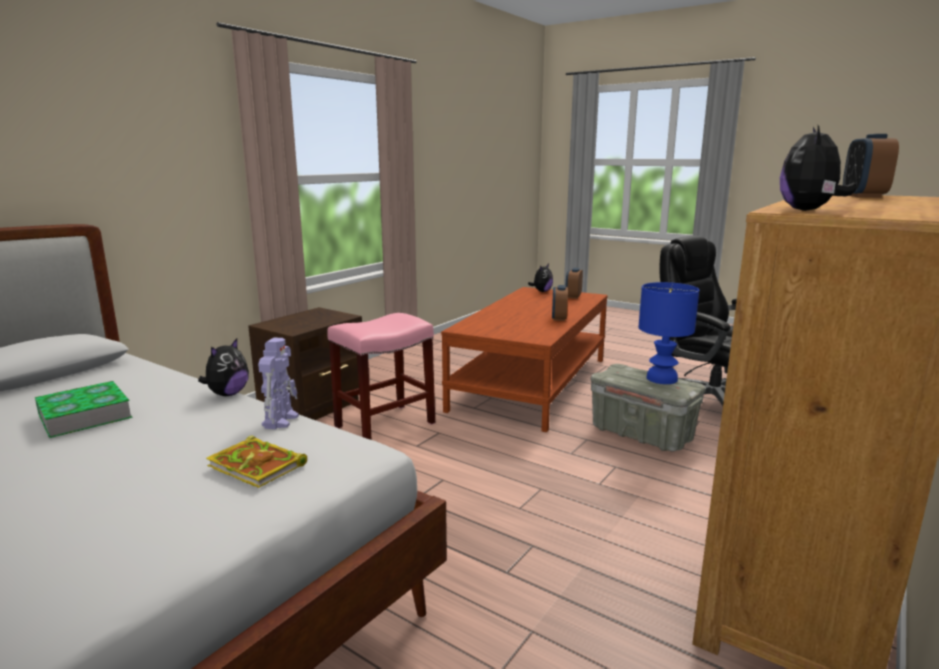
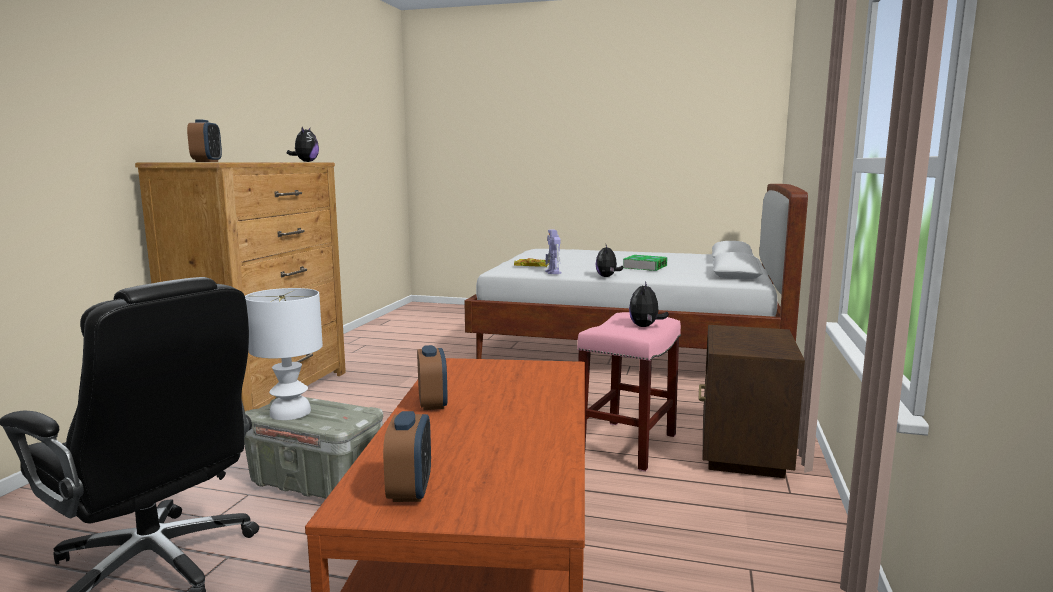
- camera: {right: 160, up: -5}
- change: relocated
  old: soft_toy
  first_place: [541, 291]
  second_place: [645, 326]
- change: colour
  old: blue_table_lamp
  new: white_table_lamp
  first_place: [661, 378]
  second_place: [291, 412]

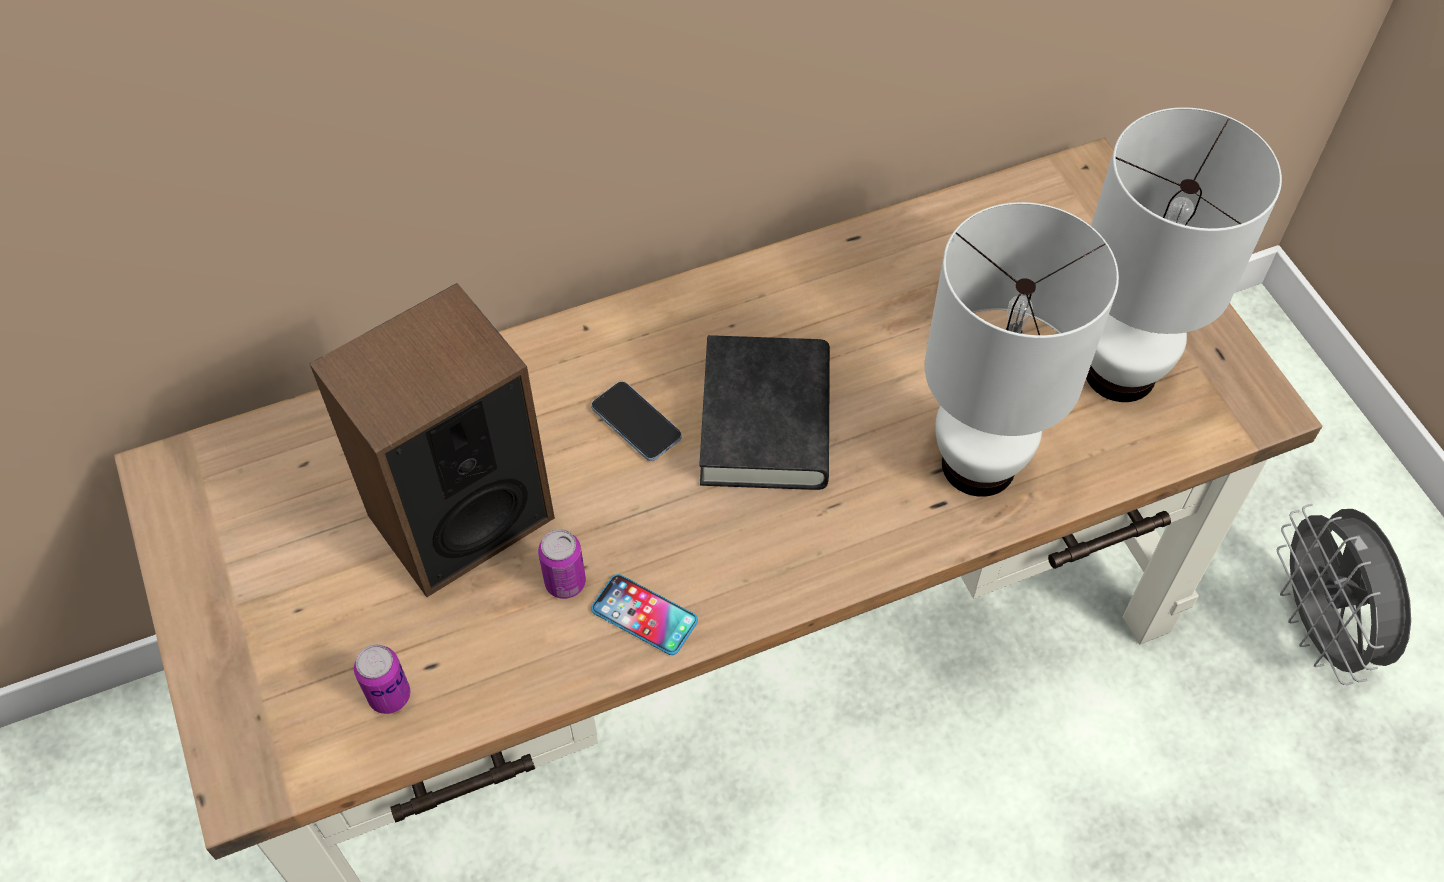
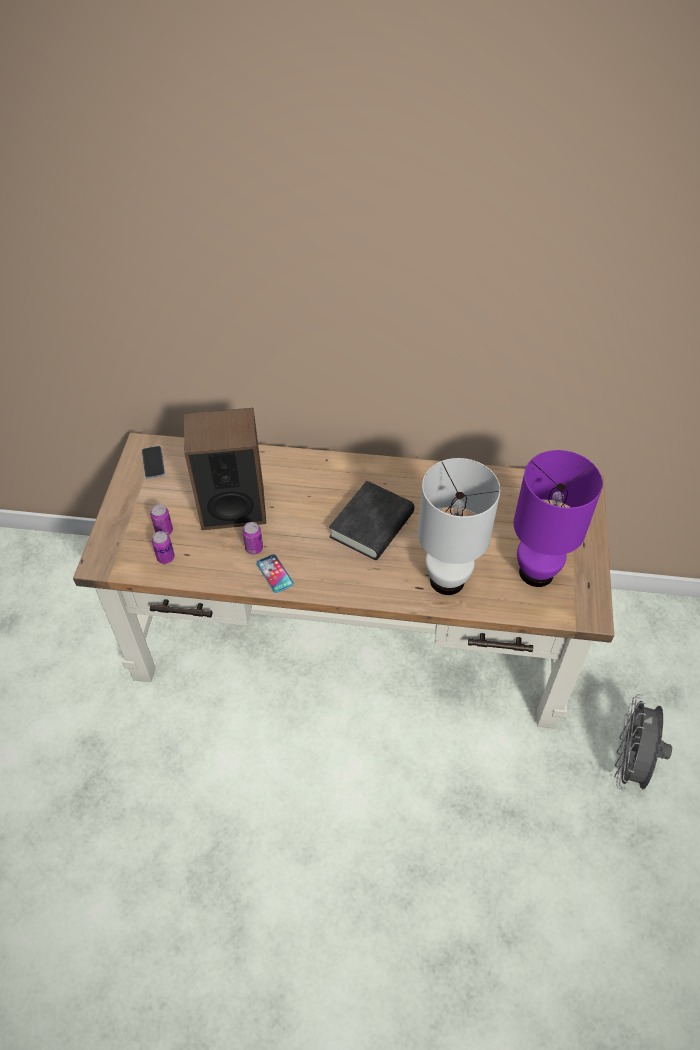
- camera: {right: 30, up: -5}
- change: relocated
  old: telephone
  first_place: [636, 423]
  second_place: [153, 463]
- change: colour
  old: white_table_lamp
  new: purplish_table_lamp
  first_place: [1119, 374]
  second_place: [535, 573]
- change: appeared
  new: sealed_can
  second_place: [164, 531]

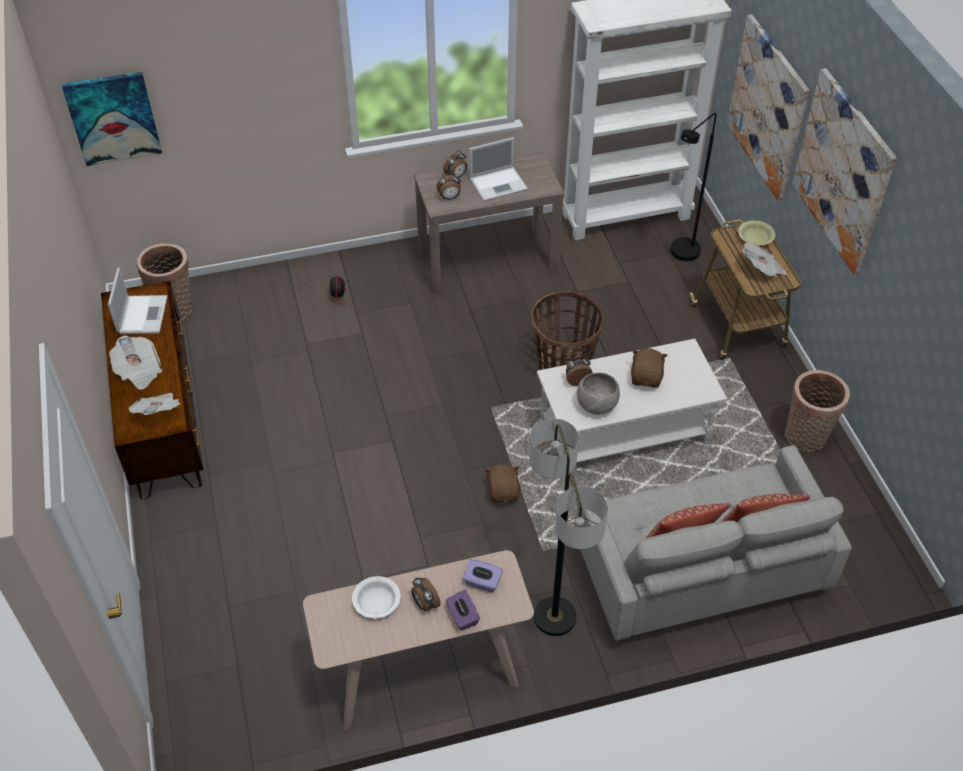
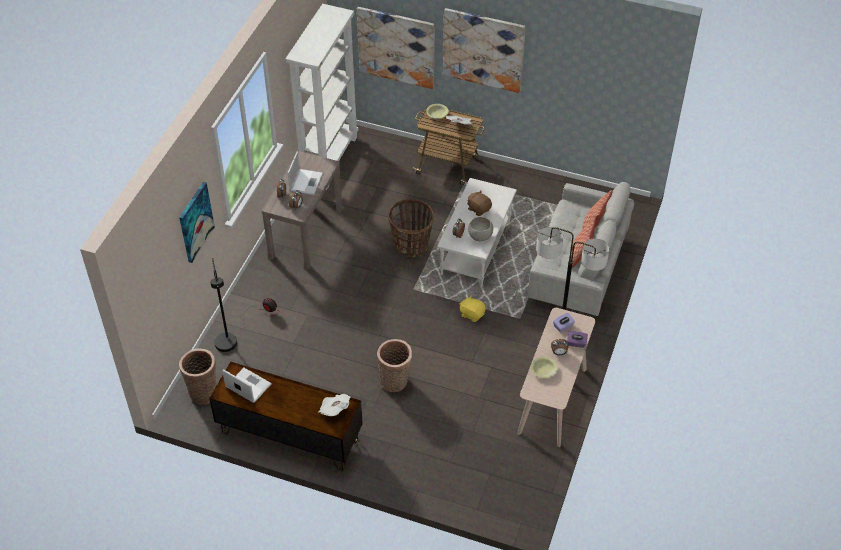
- camera: {right: -55, up: 0}
- change: relocated
  old: wall_art
  first_place: [113, 118]
  second_place: [195, 222]
- change: missing
  old: daily_paper
  first_place: [138, 371]
- change: colour
  old: white_bowl
  new: yellowish_bowl
  first_place: [376, 601]
  second_place: [543, 370]
- change: colour
  old: brown-coloured_soft_toy
  new: yellowish_soft_toy
  first_place: [503, 492]
  second_place: [472, 314]
- change: relocated
  old: black-coloured_floor_lamp
  first_place: [681, 256]
  second_place: [227, 348]
- change: relocated
  old: household_basket
  first_place: [806, 438]
  second_place: [395, 382]

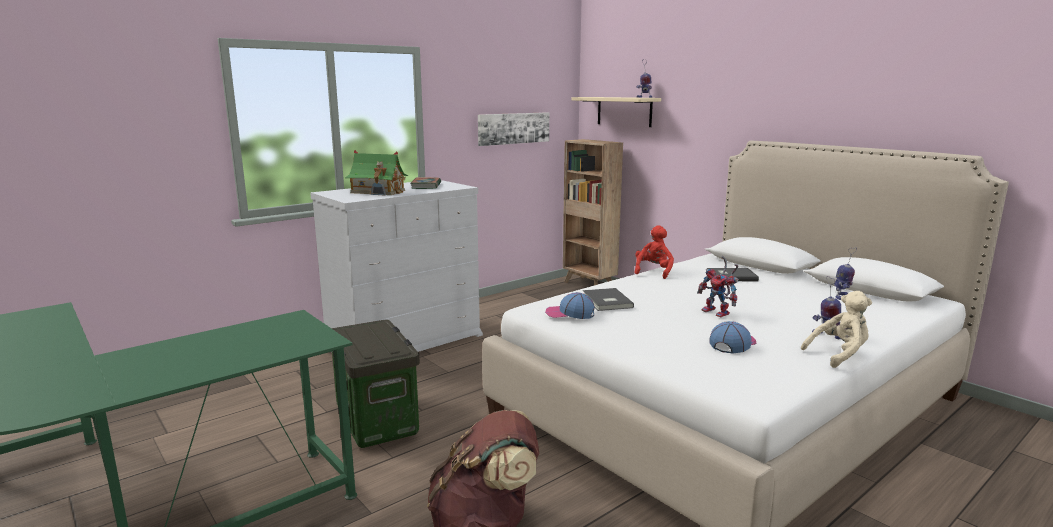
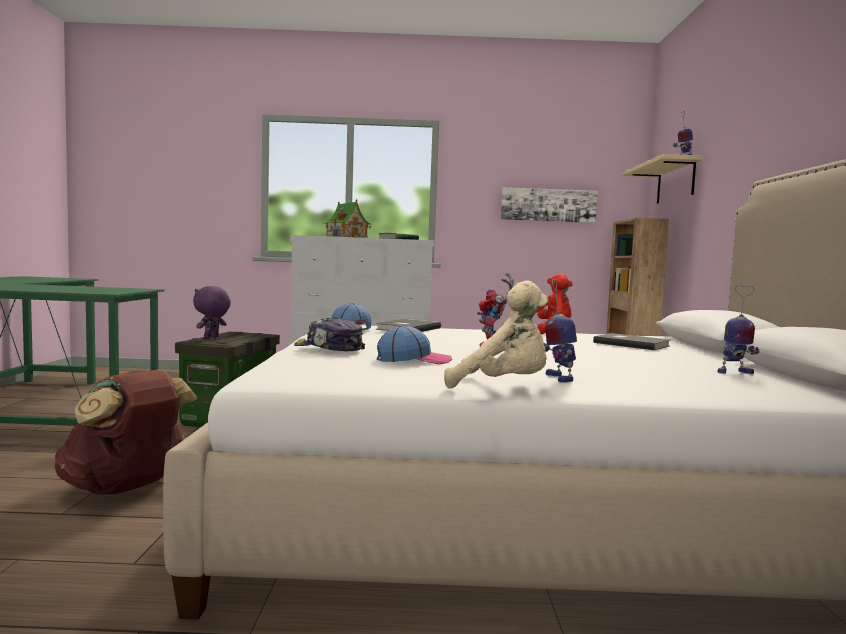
- camera: {right: 40, up: -10}
- change: appeared
  new: purplish_soft_toy
  second_place: [211, 337]
- change: appeared
  new: cap
  second_place: [329, 349]

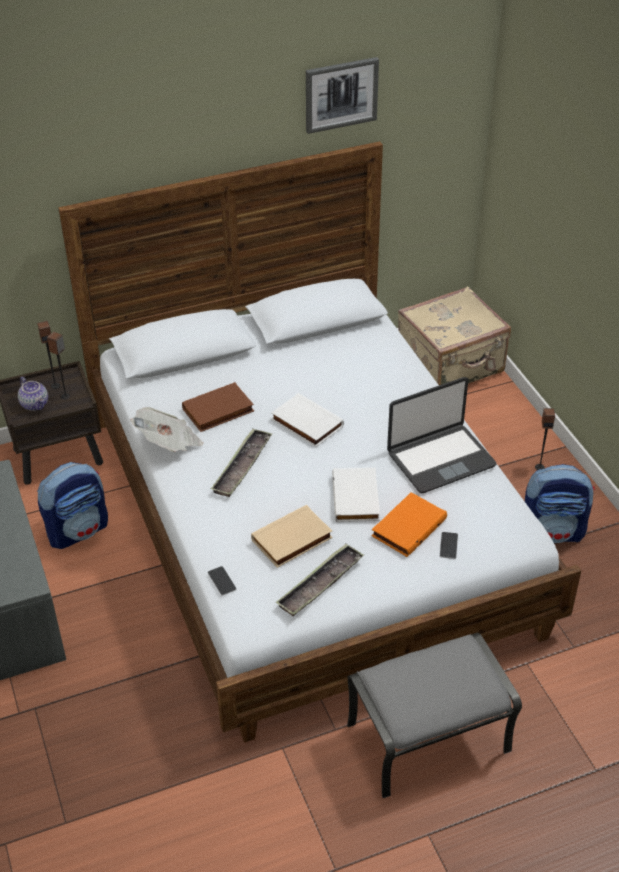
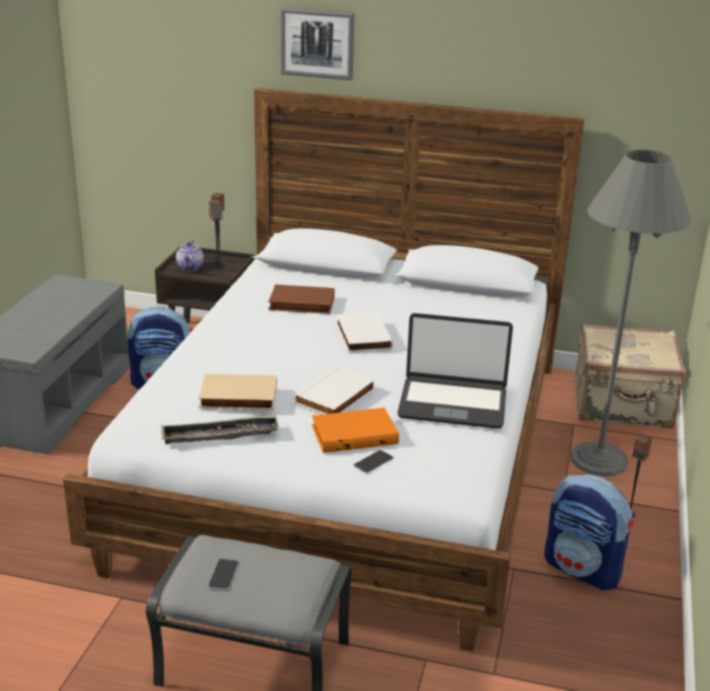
- camera: {right: 35, up: -15}
- change: missing
  old: daily_paper
  first_place: [169, 443]
- change: relocated
  old: telephone
  first_place: [222, 581]
  second_place: [223, 574]
- change: missing
  old: serving_tray
  first_place: [242, 466]
- change: relocated
  old: wall_art
  first_place: [341, 94]
  second_place: [317, 43]
- change: appeared
  new: greyish_floor_lamp
  second_place: [599, 460]

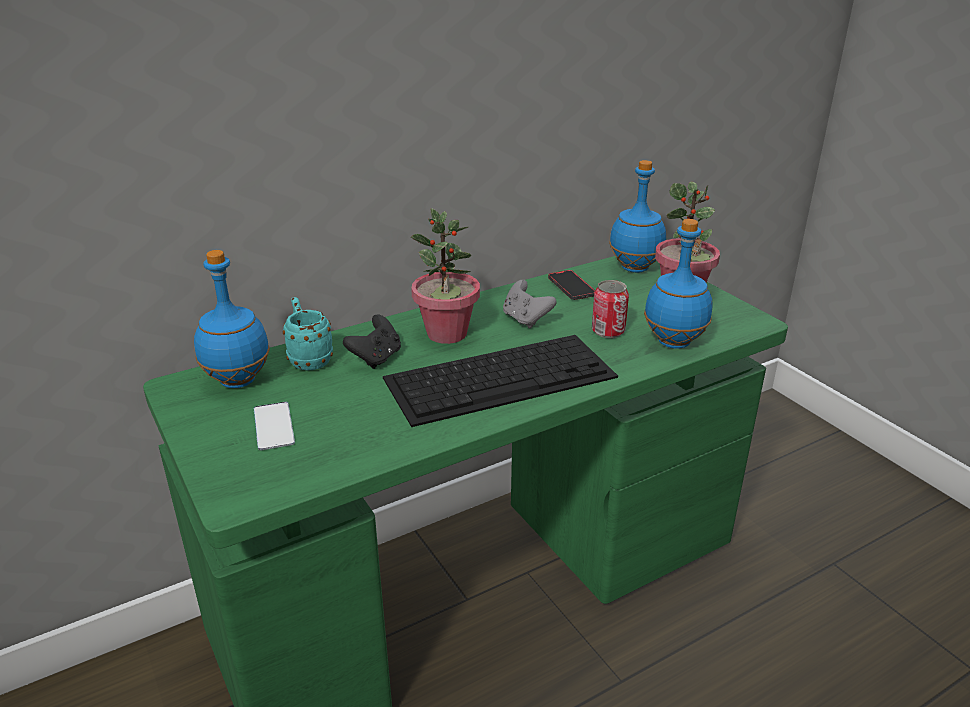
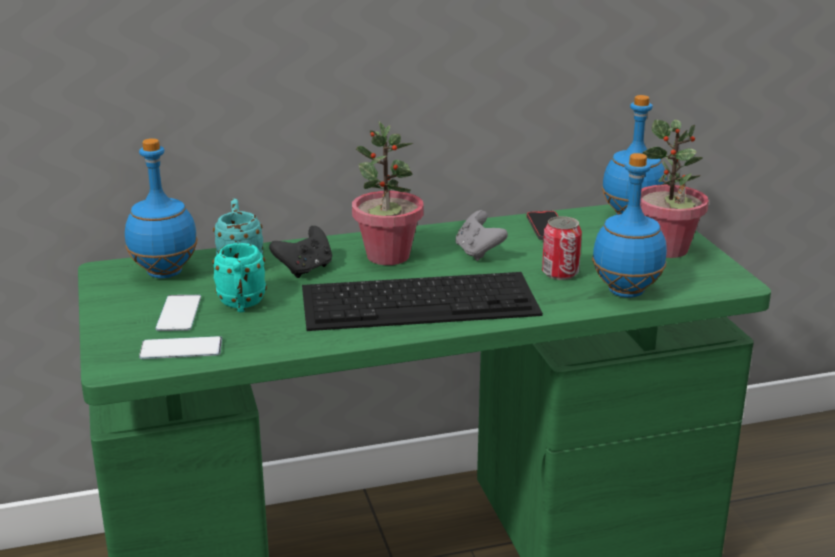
- camera: {right: 15, up: -5}
- change: appeared
  new: telephone
  second_place: [181, 349]
- change: appeared
  new: blue-green_coffee_mug
  second_place: [241, 305]

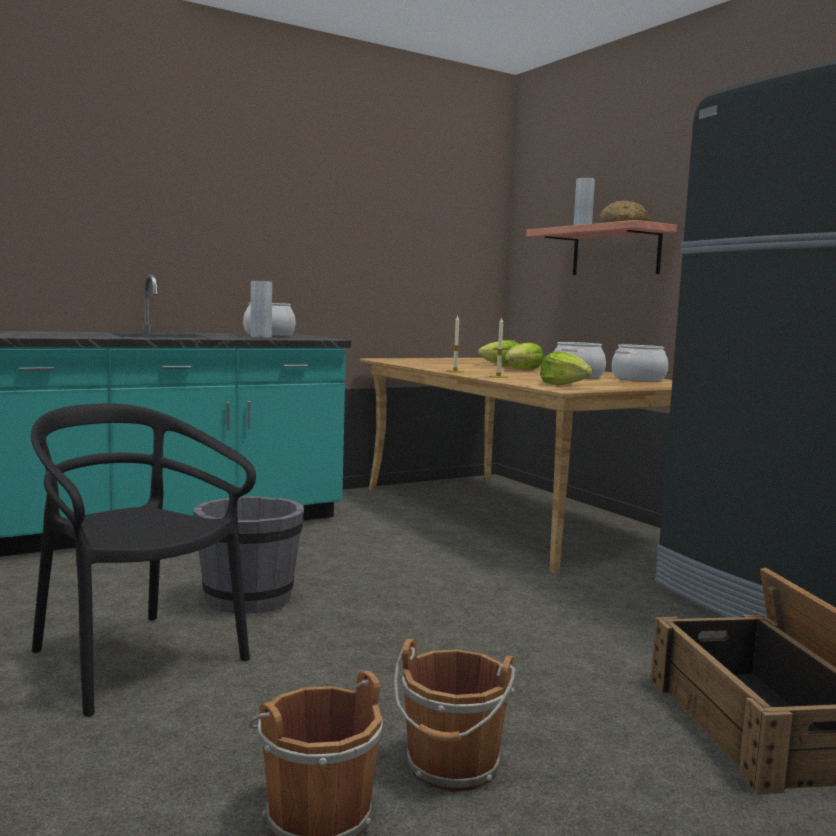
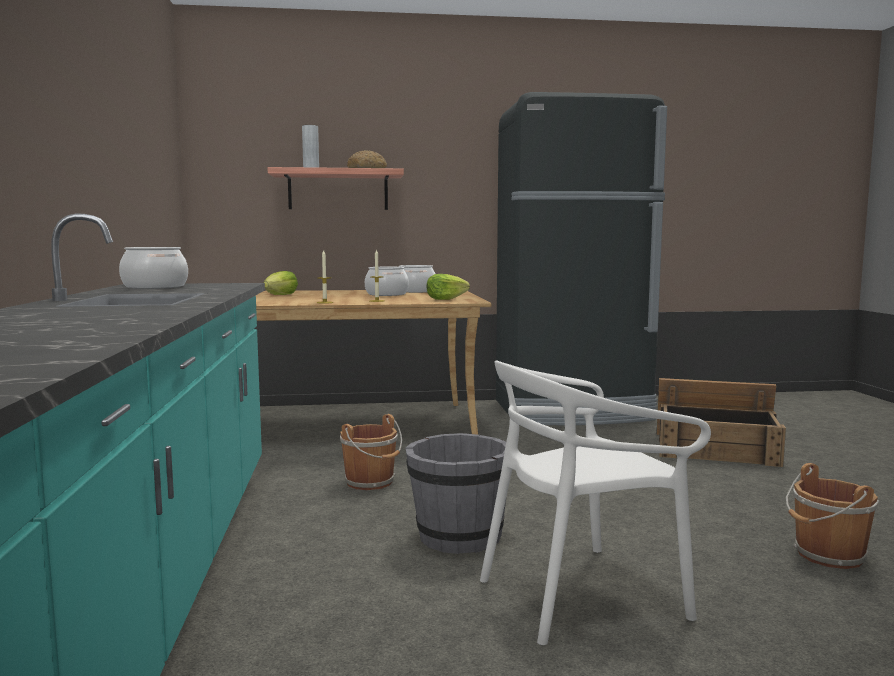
- camera: {right: -65, up: 0}
- change: colour
  old: black-coloured_upright_chair
  new: white_upright_chair
  first_place: [135, 660]
  second_place: [581, 595]
- change: missing
  old: greyish_decorative_vase
  first_place: [261, 337]
- change: relocated
  old: brown-coloured_pail
  first_place: [452, 768]
  second_place: [371, 482]
- change: missing
  old: lettuce_head
  first_place: [523, 369]

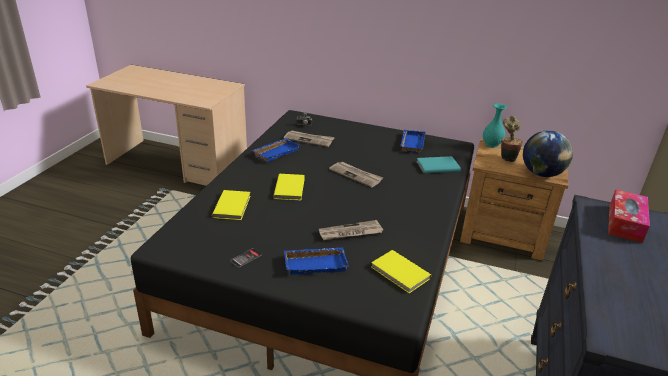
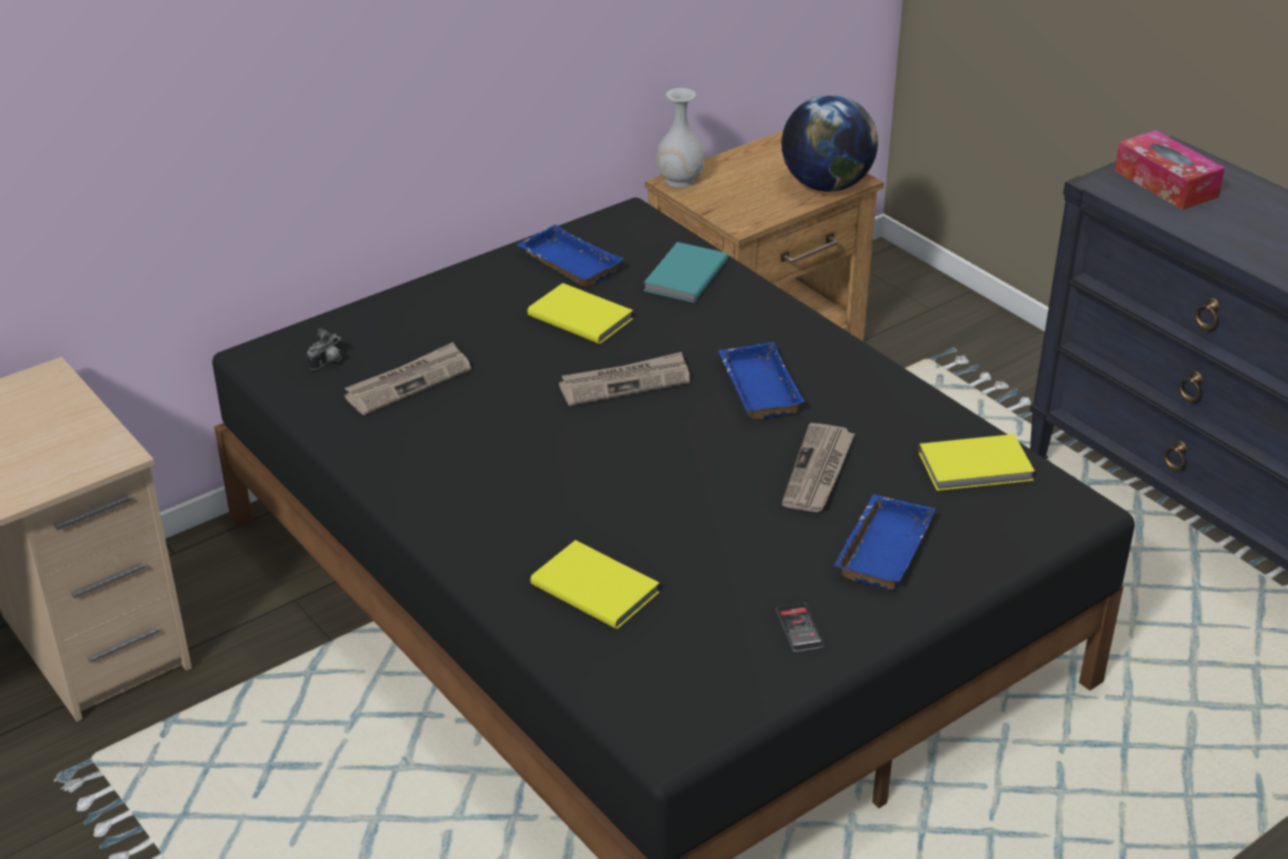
- camera: {right: -55, up: 5}
- change: relocated
  old: blue_serving_tray
  first_place: [276, 152]
  second_place: [756, 388]
- change: relocated
  old: yellowish_volume
  first_place: [290, 188]
  second_place: [580, 316]
- change: colour
  old: blue-green_decorative_vase
  new: white_decorative_vase
  first_place: [491, 144]
  second_place: [679, 180]
- change: missing
  old: plant_in_a_pot
  first_place: [507, 158]

